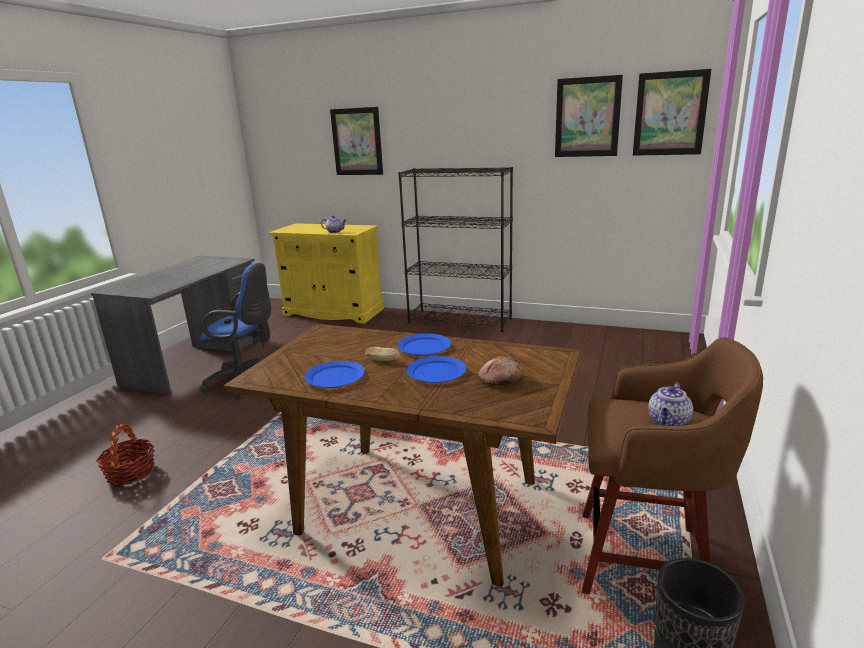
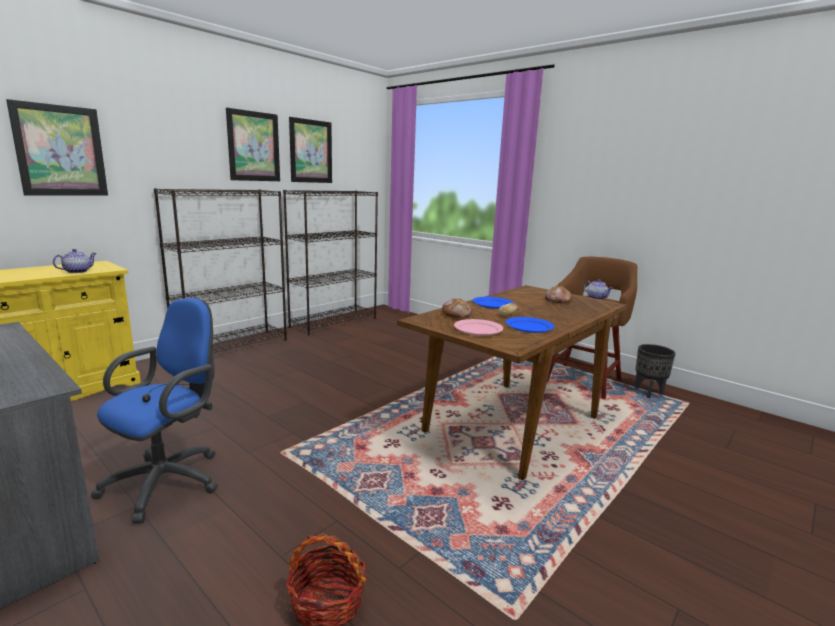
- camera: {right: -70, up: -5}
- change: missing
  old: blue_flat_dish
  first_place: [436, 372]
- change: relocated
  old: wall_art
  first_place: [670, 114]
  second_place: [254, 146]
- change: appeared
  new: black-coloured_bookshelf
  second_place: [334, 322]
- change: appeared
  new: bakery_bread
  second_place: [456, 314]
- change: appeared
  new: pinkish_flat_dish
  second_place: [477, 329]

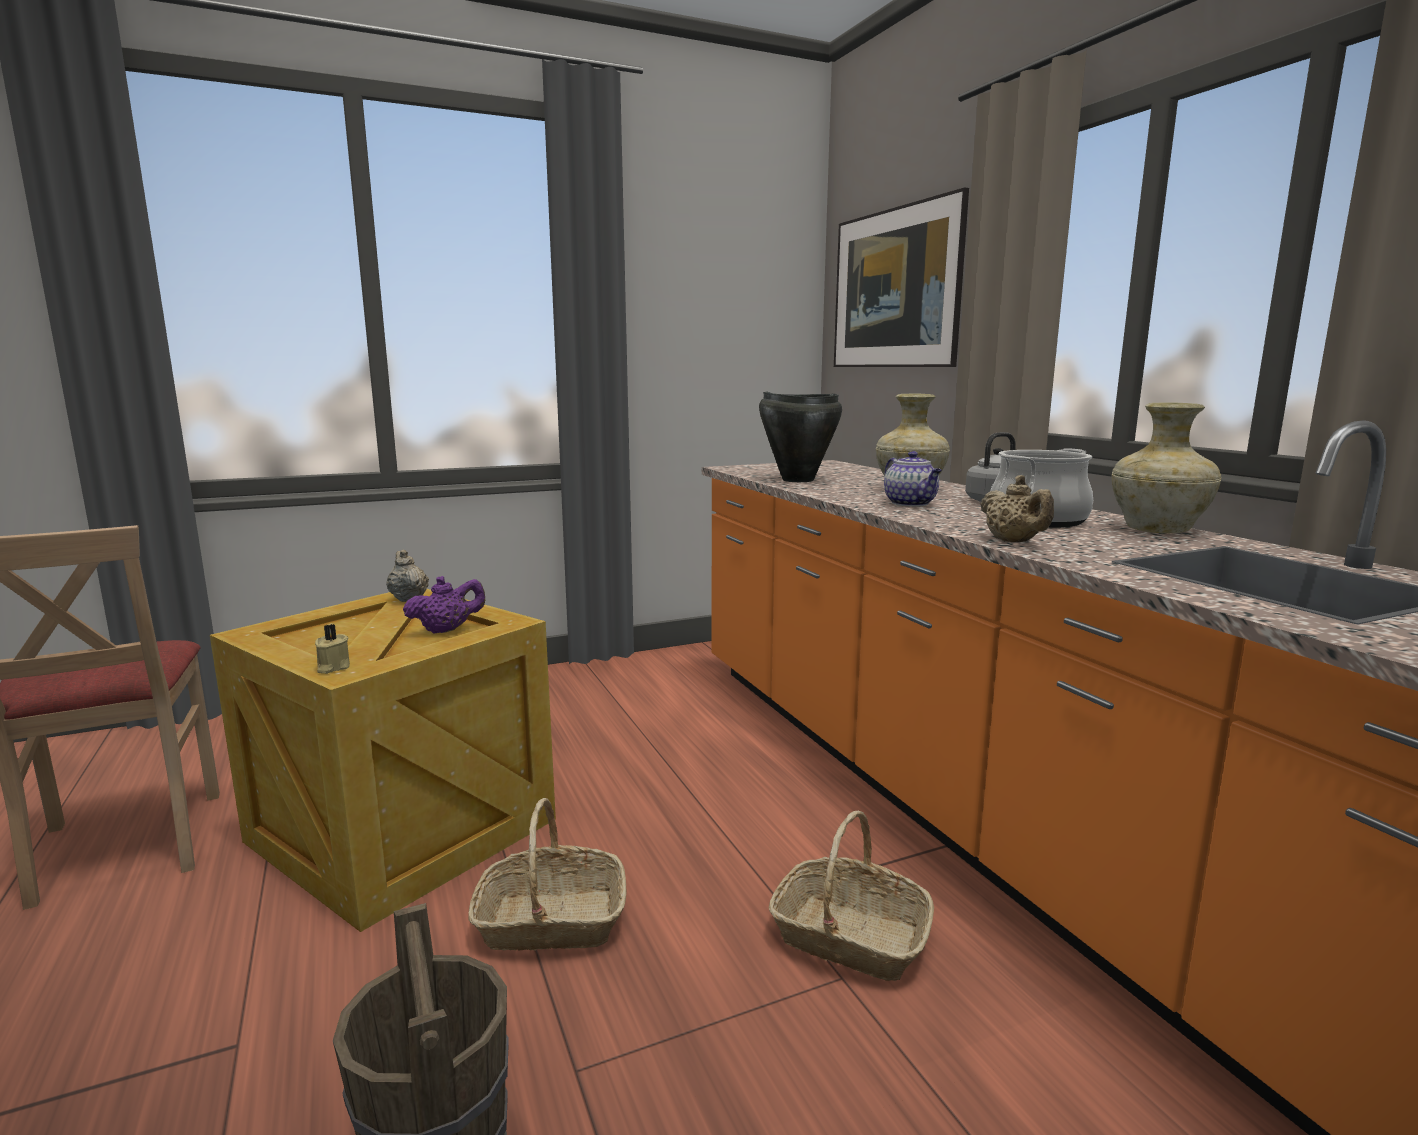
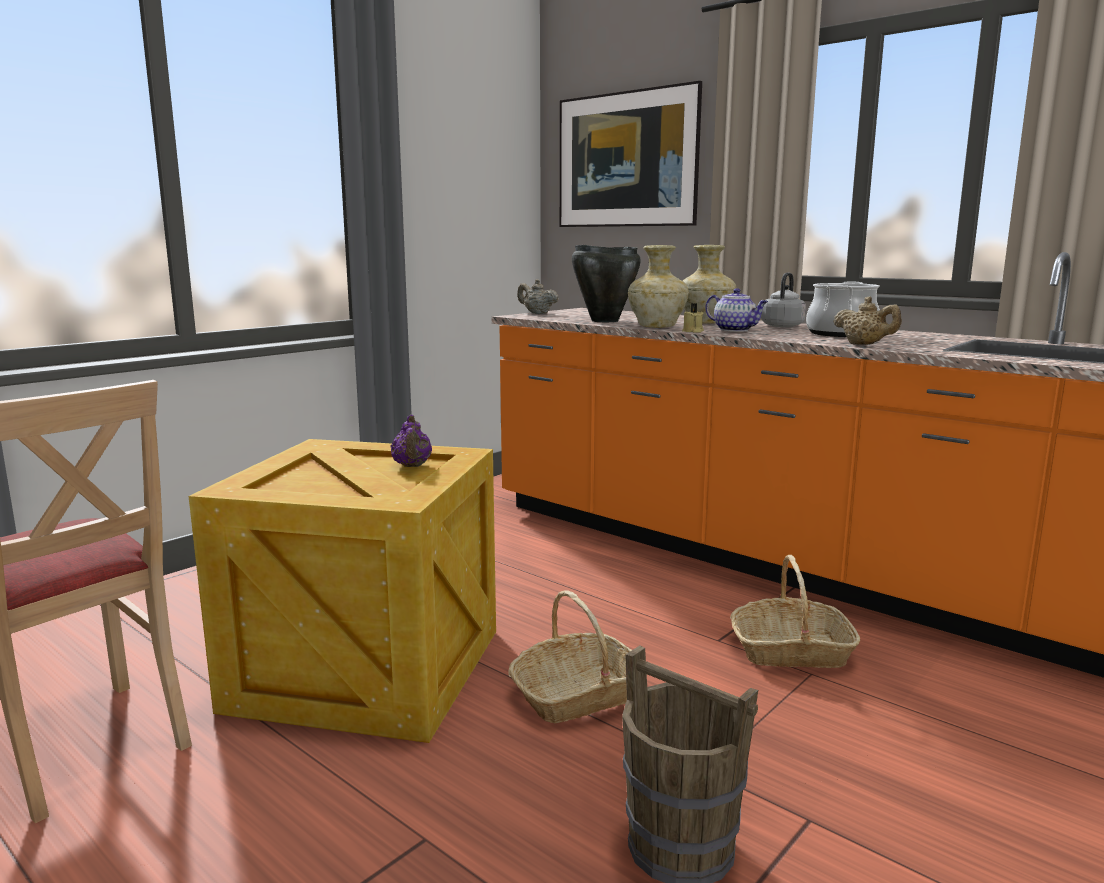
- camera: {right: -25, up: 0}
- change: relocated
  old: sand-coloured_candle
  first_place: [332, 667]
  second_place: [693, 331]
- change: relocated
  old: sand-coloured_teapot
  first_place: [408, 599]
  second_place: [537, 313]
- change: spun
  old: purplish_teapot
  first_place: [447, 630]
  second_place: [412, 466]
  degrees: 135
- change: relocated
  old: sand-coloured_decorative_vase
  first_place: [1155, 530]
  second_place: [656, 326]

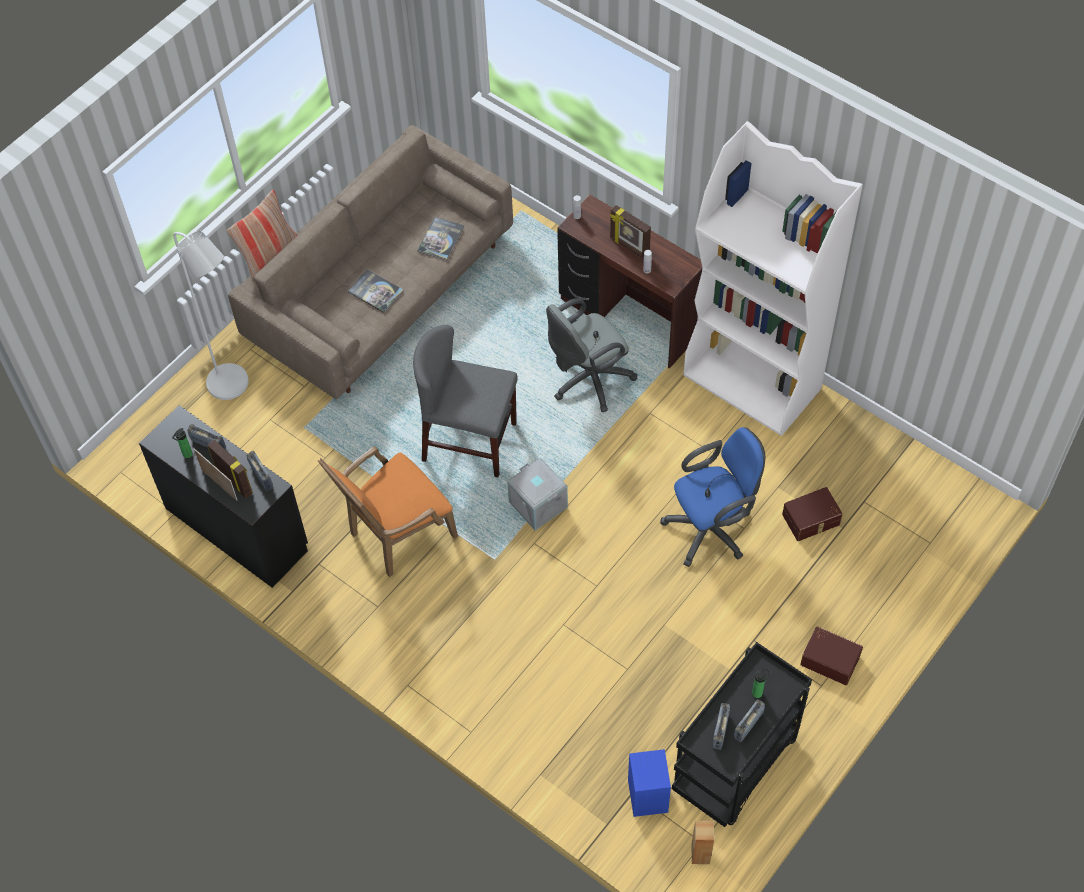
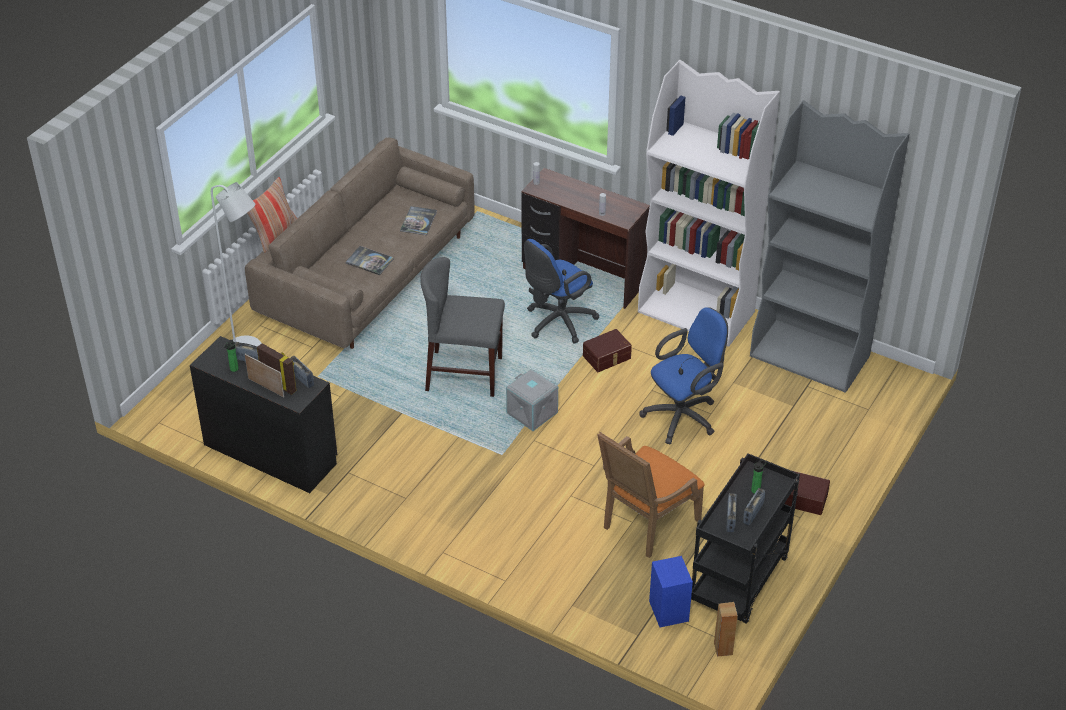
- camera: {right: -10, up: -15}
- change: relocated
  old: orange_easy_chair
  first_place: [396, 536]
  second_place: [645, 525]
- change: colour
  old: greyish_desk_chair
  new: blue_desk_chair
  first_place: [587, 380]
  second_place: [557, 323]
- change: missing
  old: standing_frame
  first_place: [629, 247]
- change: relocated
  old: brown-coloured_storage_container
  first_place: [811, 520]
  second_place: [607, 357]
- change: appeared
  new: greyish_bookshelf
  second_place: [810, 356]

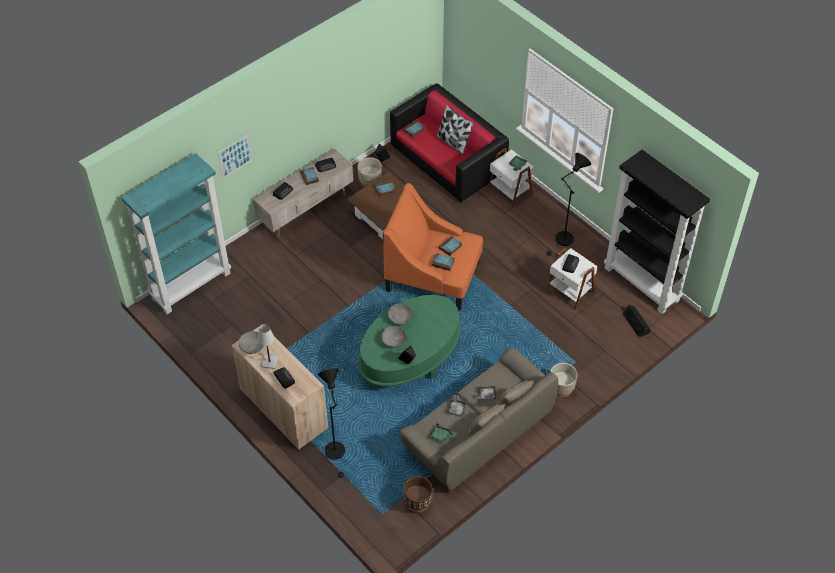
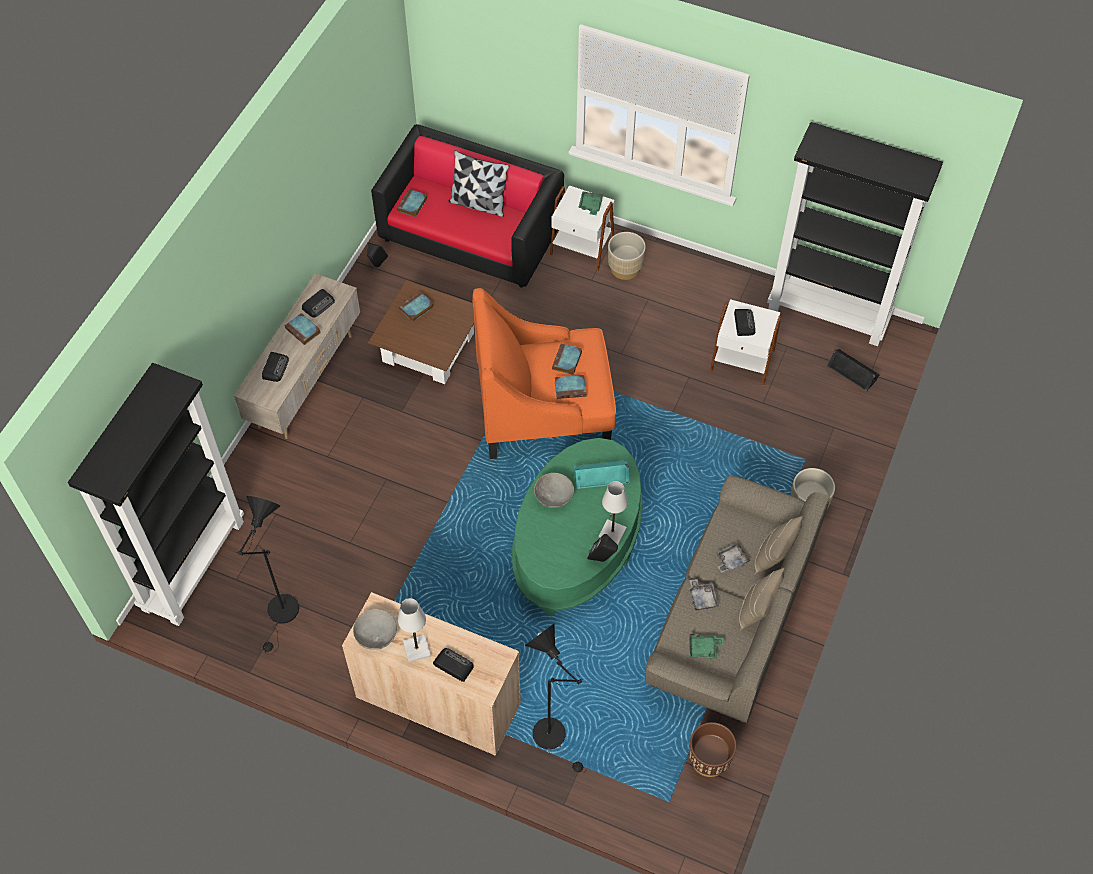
- camera: {right: -25, up: 5}
- change: colour
  old: blue-green_bookshelf
  new: black-coloured_bookshelf
  first_place: [191, 285]
  second_place: [193, 564]
- change: missing
  old: wall_art
  first_place: [235, 156]
- change: relocated
  old: sand-coloured_flower_pot
  first_place: [370, 181]
  second_place: [625, 268]
- change: missing
  old: greyish_bowl
  first_place: [393, 340]
- change: relocated
  old: black-coloured_floor_lamp
  first_place: [562, 241]
  second_place: [282, 615]
- change: appeared
  new: blue-green_audio_speaker
  second_place: [601, 475]
- change: appeared
  new: white_table_lamp
  second_place: [612, 533]

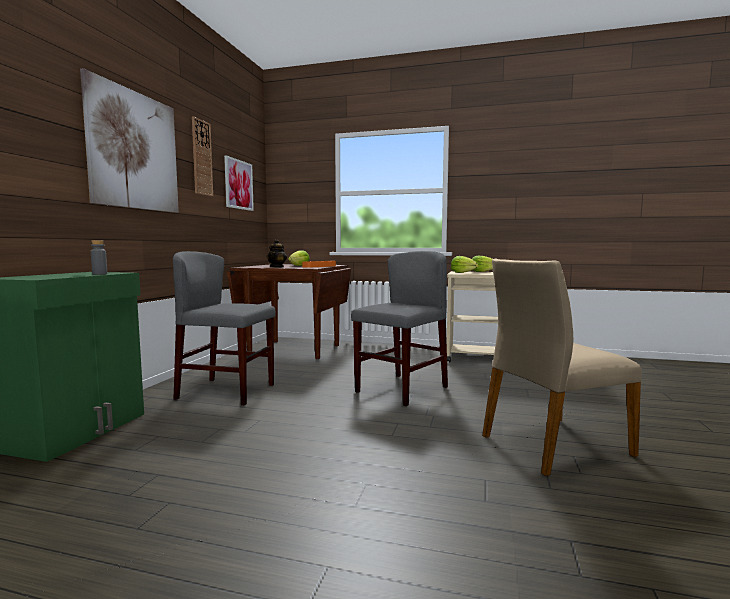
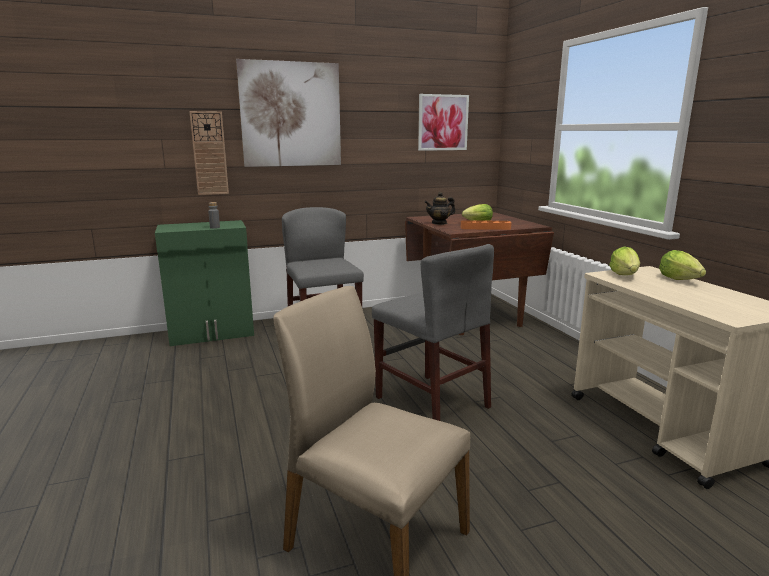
- camera: {right: 55, up: 10}
- change: relocated
  old: hanging_clock
  first_place: [201, 157]
  second_place: [209, 153]
- change: spun
  old: greyish_upright_chair
  first_place: [401, 389]
  second_place: [431, 402]
  degrees: 45

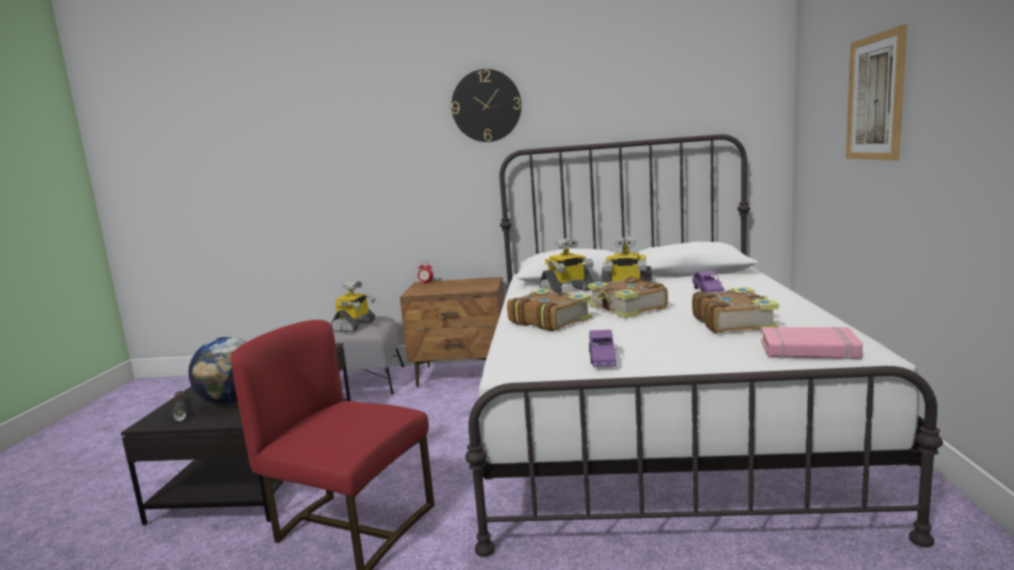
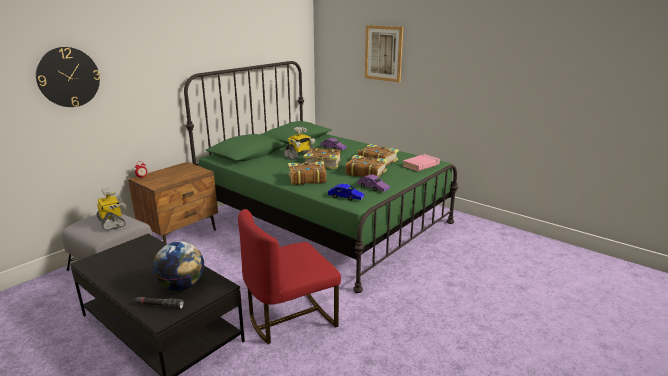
- camera: {right: -55, up: 10}
- change: relocated
  old: hanging_clock
  first_place: [486, 106]
  second_place: [68, 77]
- change: colour
  old: white_bedroom_bed
  new: green-coloured_bedroom_bed
  first_place: [651, 422]
  second_place: [323, 219]
- change: missing
  old: robot_figure
  first_place: [567, 291]
- change: appeared
  new: blue_toy_car
  second_place: [346, 197]
- change: appeared
  new: volume
  second_place: [365, 172]

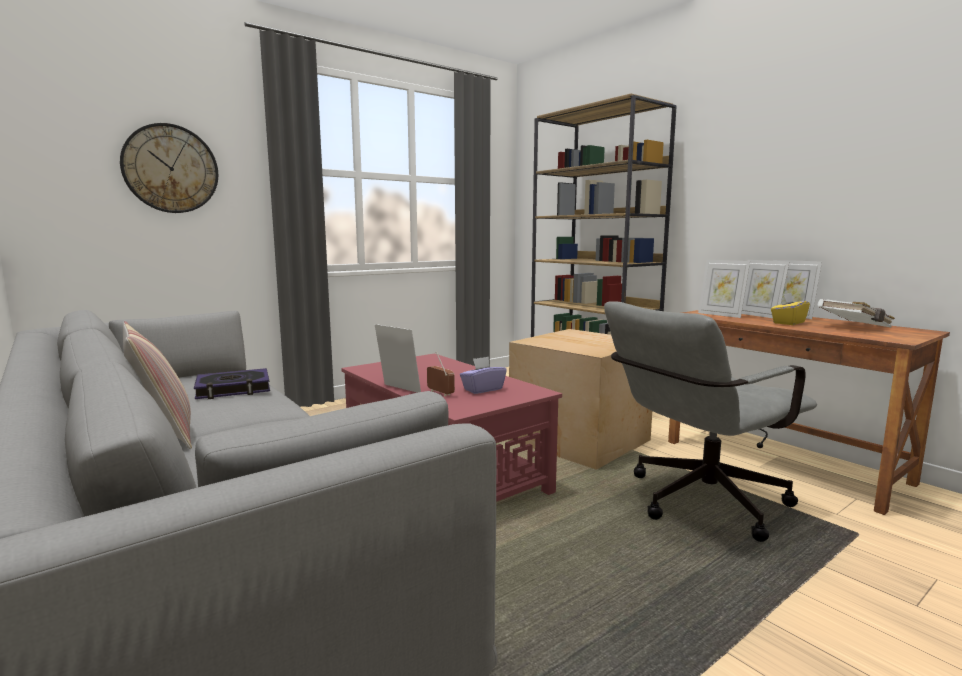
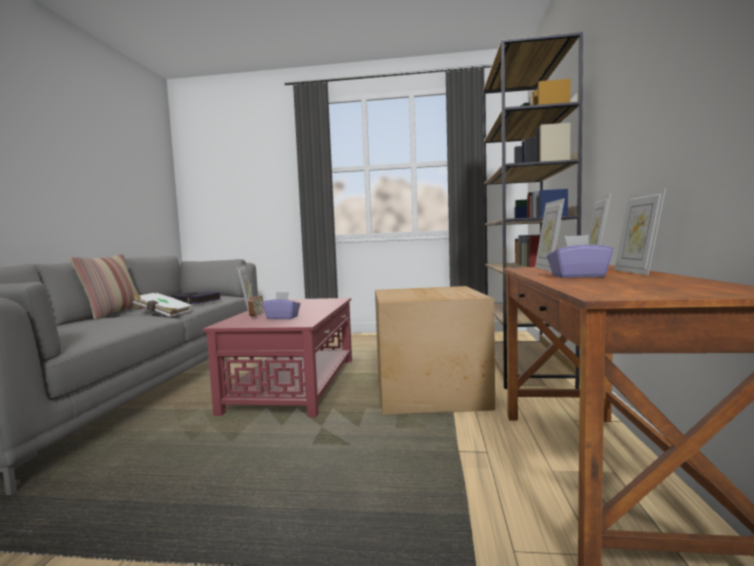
- camera: {right: 45, up: -5}
- change: missing
  old: hanging_clock
  first_place: [170, 169]
- change: missing
  old: greyish_desk_chair
  first_place: [696, 503]
- change: colour
  old: yellowish_box_of_tissues
  new: purplish_box_of_tissues
  first_place: [788, 323]
  second_place: [578, 276]
- change: relocated
  old: white_volume
  first_place: [855, 327]
  second_place: [163, 314]

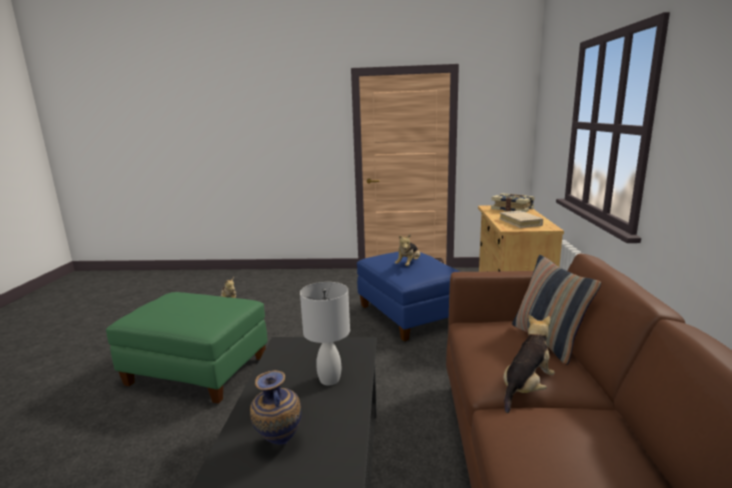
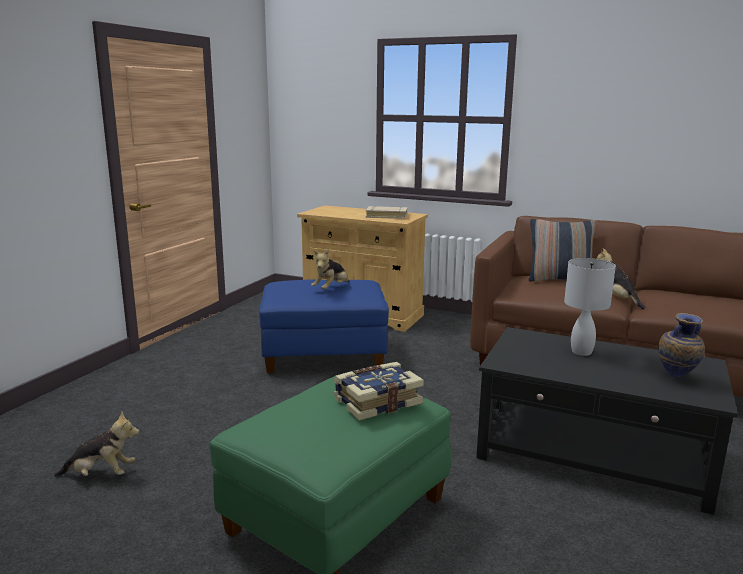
- camera: {right: -70, up: 0}
- change: spun
  old: soft_toy
  first_place: [408, 265]
  second_place: [331, 289]
  degrees: 75
- change: relocated
  old: volume
  first_place: [512, 209]
  second_place: [377, 401]

